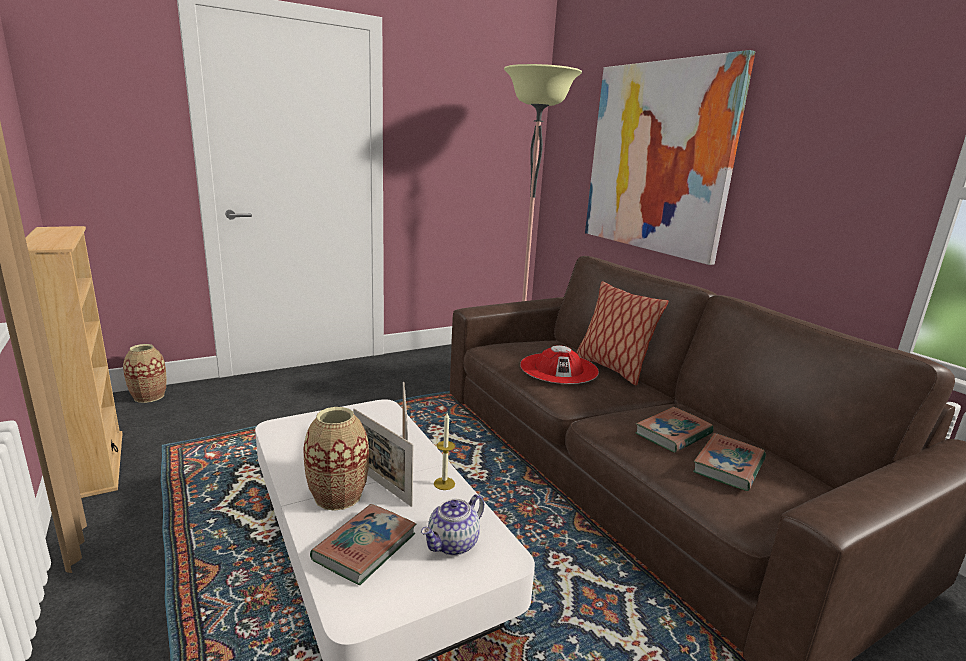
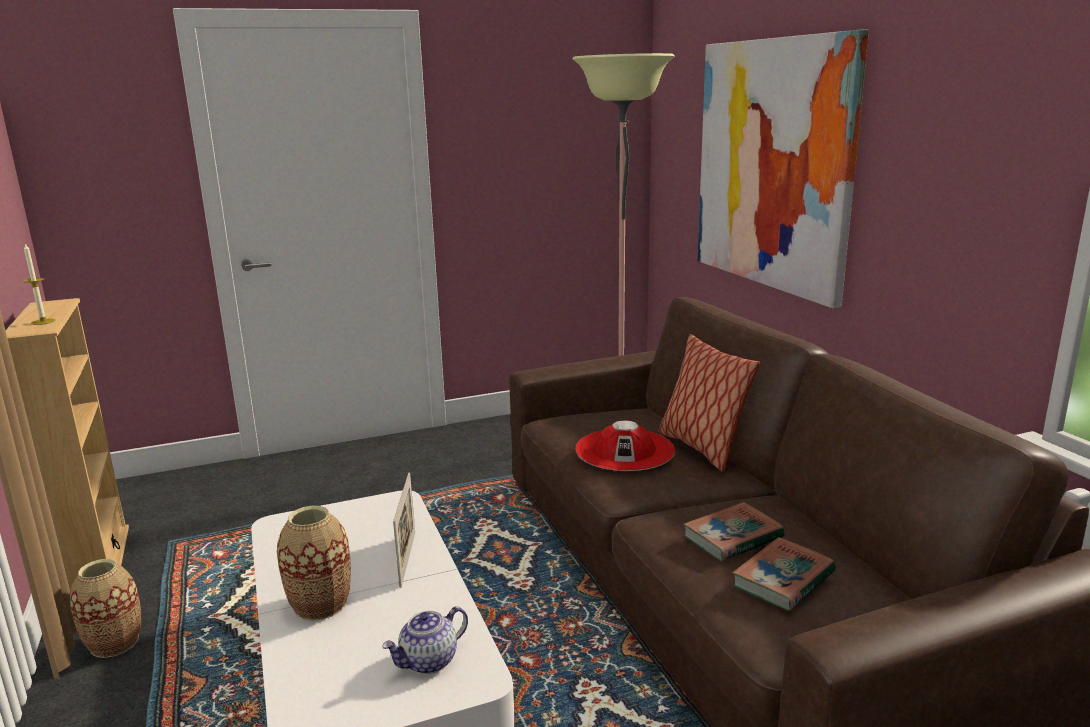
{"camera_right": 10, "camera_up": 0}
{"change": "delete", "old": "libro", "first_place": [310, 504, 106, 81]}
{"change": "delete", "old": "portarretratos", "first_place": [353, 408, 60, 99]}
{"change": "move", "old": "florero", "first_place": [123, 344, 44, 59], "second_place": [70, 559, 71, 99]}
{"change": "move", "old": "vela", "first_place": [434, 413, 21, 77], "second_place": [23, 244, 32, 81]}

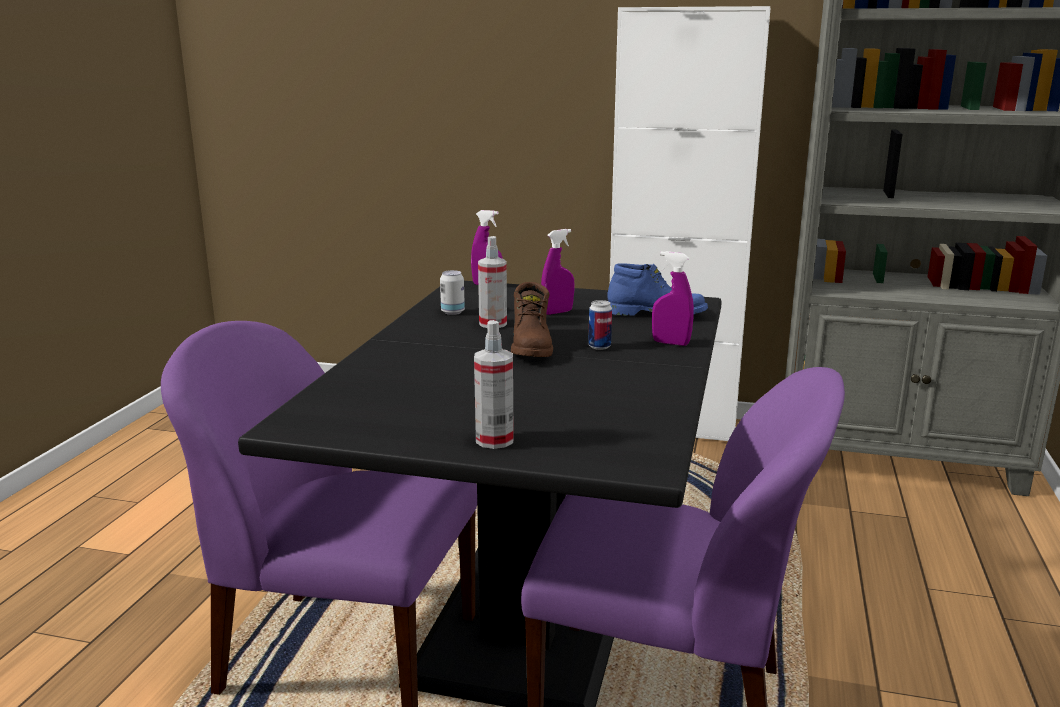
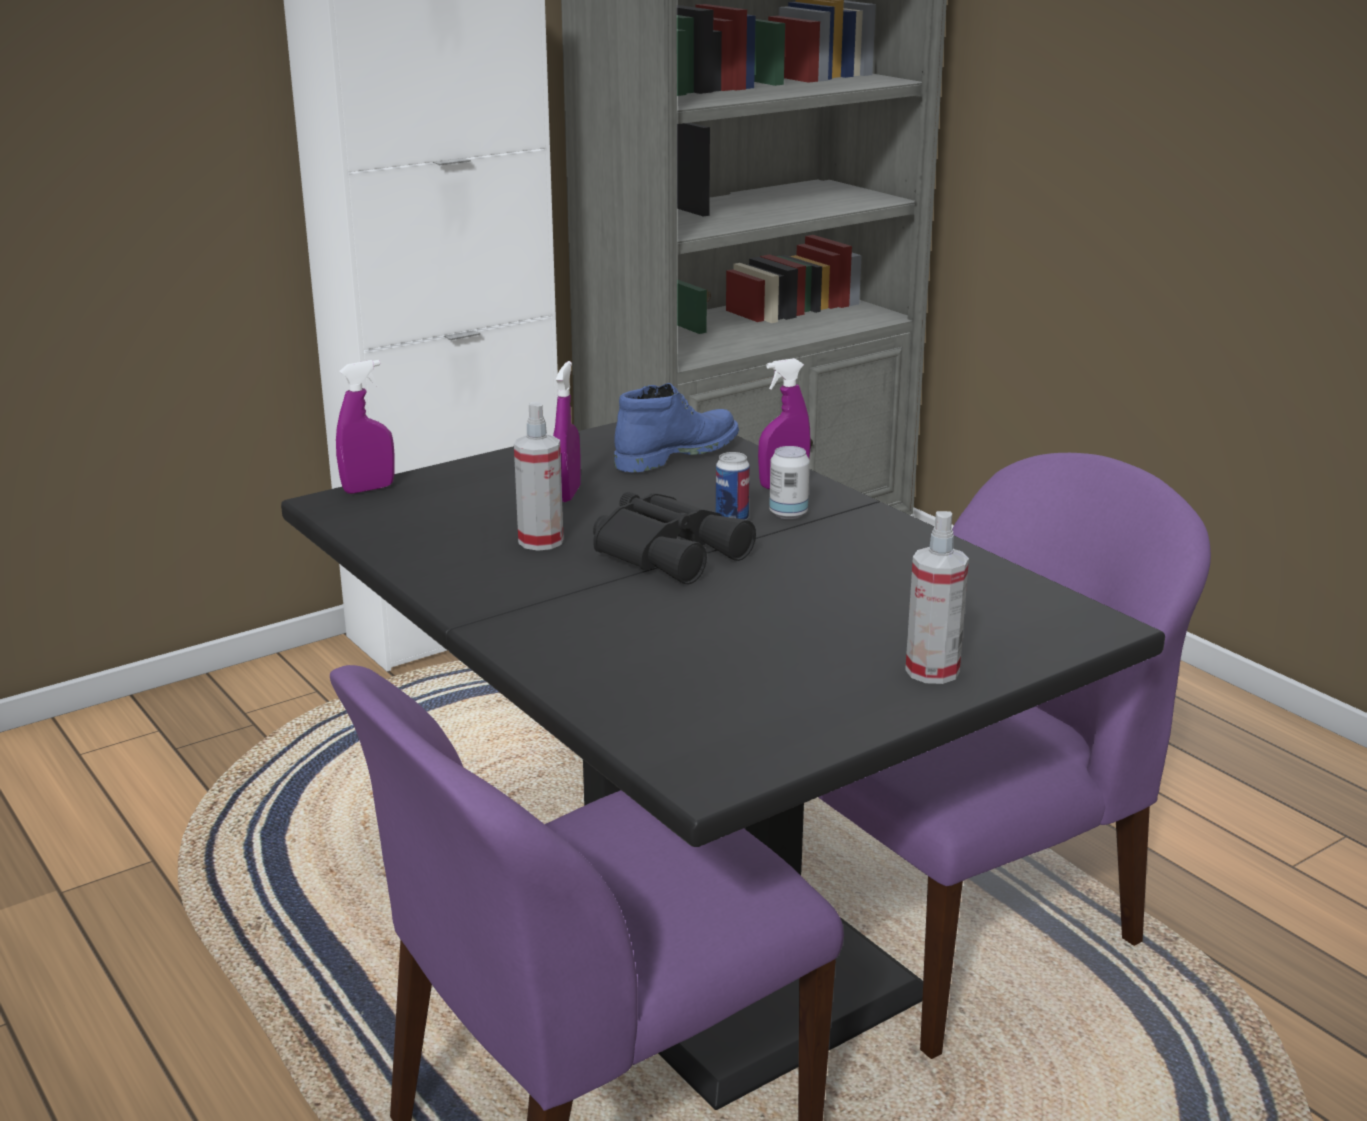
{"camera_right": -50, "camera_up": 5}
{"change": "move", "old": "lata", "first_place": [440, 270, 25, 45], "second_place": [769, 446, 41, 73]}
{"change": "replace", "old": "bota/marrón", "new": "prismáticos/negro", "first_place": [511, 282, 42, 75], "second_place": [593, 492, 163, 92]}

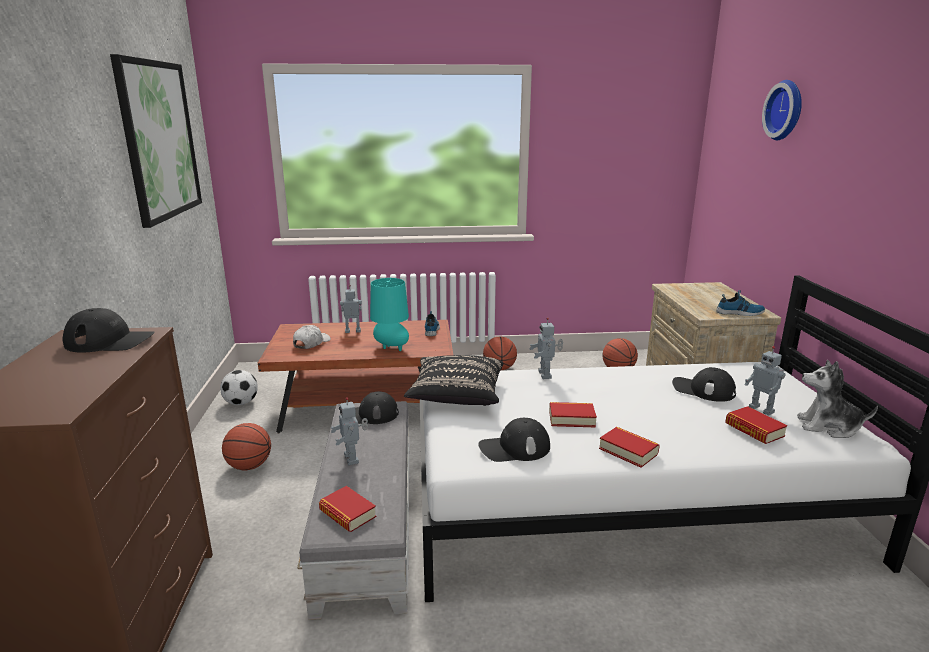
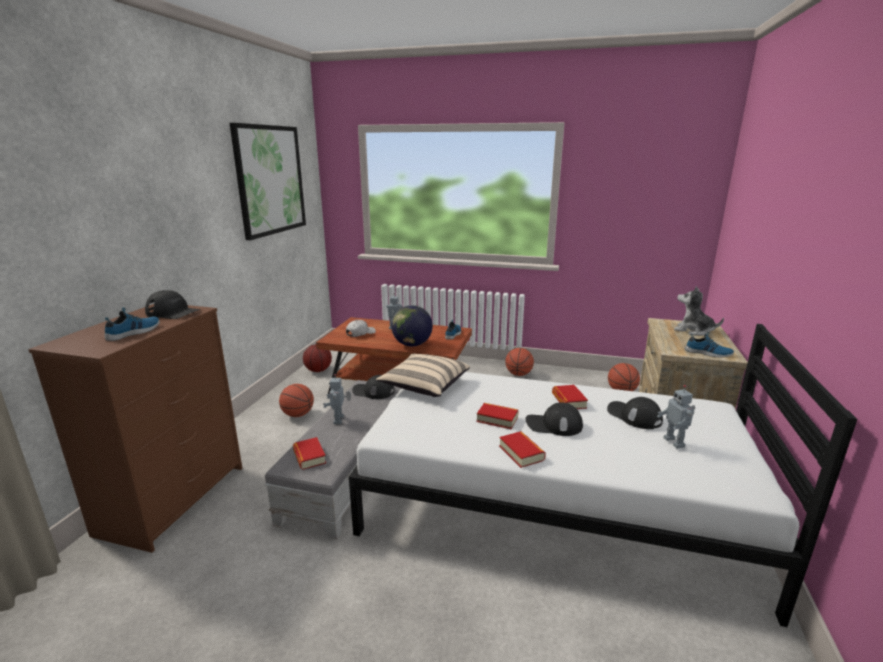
{"camera_right": 20, "camera_up": 0}
{"change": "delete", "old": "robot de juguete", "first_place": [530, 317, 33, 62]}
{"change": "delete", "old": "reloj de pared", "first_place": [762, 80, 40, 60]}
{"change": "insert", "new": "zapato", "second_place": [105, 307, 55, 34]}
{"change": "move", "old": "gorra/negro", "first_place": [478, 418, 72, 44], "second_place": [526, 402, 57, 34]}
{"change": "move", "old": "libro", "first_place": [725, 406, 62, 38], "second_place": [552, 385, 36, 24]}
{"change": "move", "old": "peluche", "first_place": [797, 360, 81, 78], "second_place": [674, 286, 50, 50]}
{"change": "replace", "old": "balón de fútbol", "new": "balón de baloncesto", "first_place": [220, 370, 38, 35], "second_place": [303, 344, 29, 28]}
{"change": "replace", "old": "lámpara de mesa/turquesa", "new": "globo terráqueo", "first_place": [370, 278, 39, 73], "second_place": [391, 305, 42, 41]}
{"change": "recolor", "old": "cojín/negro", "new": "cojín/beis", "first_place": [404, 355, 99, 51], "second_place": [376, 354, 94, 43]}

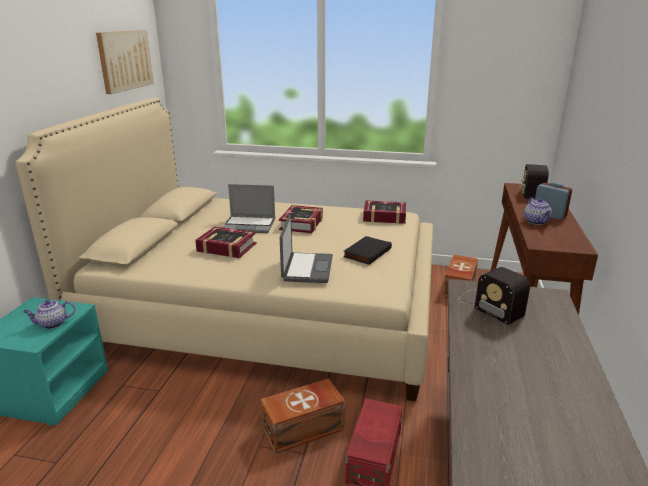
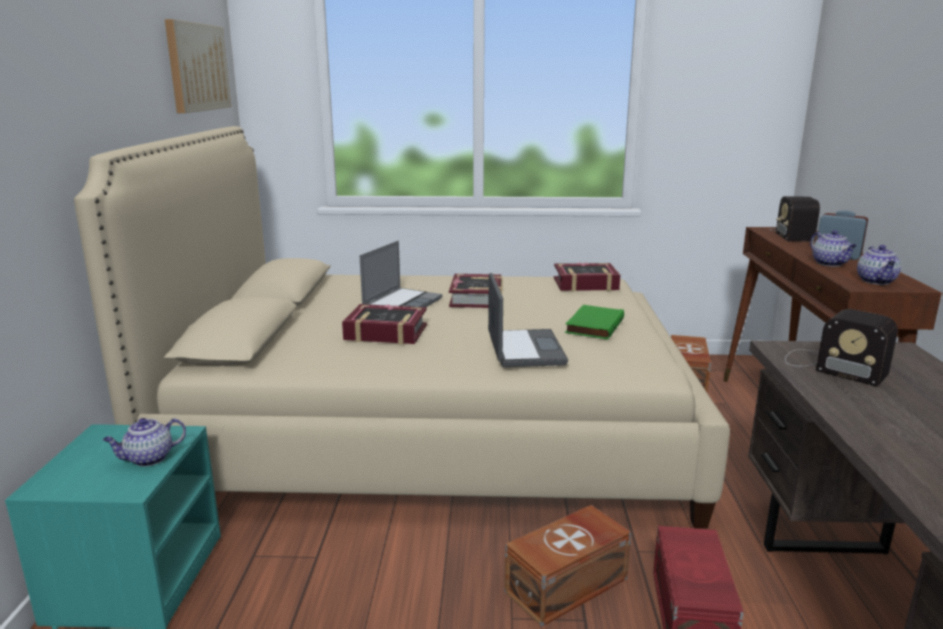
{"camera_right": -10, "camera_up": -5}
{"change": "insert", "new": "tetera", "second_place": [857, 245, 44, 40]}
{"change": "recolor", "old": "libro/negro", "new": "libro/verde", "first_place": [343, 236, 49, 29], "second_place": [565, 305, 59, 35]}
{"change": "rotate", "old": "portátil", "first_place": [222, 184, 53, 49], "second_place": [359, 240, 83, 67], "degrees": -60}

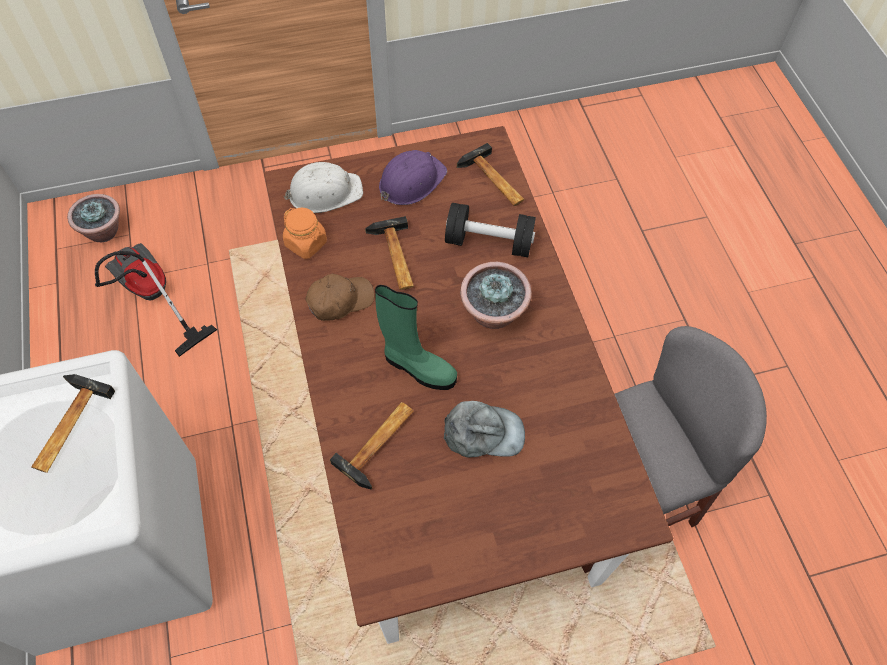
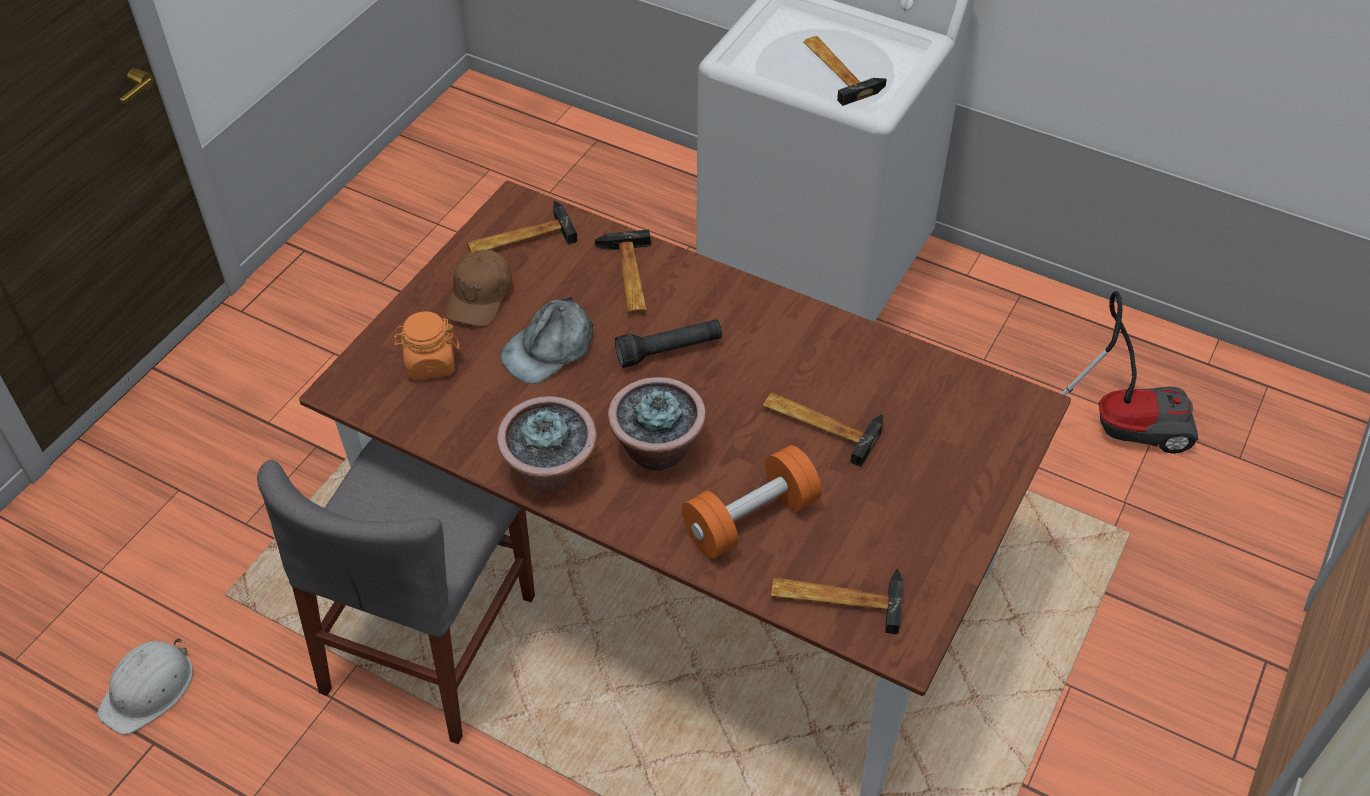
{"camera_right": 135, "camera_up": -10}
{"change": "delete", "old": "casco/morado", "first_place": [379, 150, 68, 55]}
{"change": "insert", "new": "martillo", "second_place": [467, 201, 111, 51]}
{"change": "move", "old": "planta en maceta", "first_place": [67, 194, 53, 48], "second_place": [497, 396, 100, 95]}
{"change": "move", "old": "tarro/naranja", "first_place": [283, 208, 44, 51], "second_place": [393, 311, 66, 69]}
{"change": "move", "old": "casco/blanco", "first_place": [284, 162, 79, 51], "second_place": [97, 638, 96, 97]}
{"change": "move", "old": "gorra/marrón", "first_place": [305, 274, 69, 47], "second_place": [445, 250, 67, 77]}
{"change": "replace", "old": "bota/verde", "new": "linterna/negro", "first_place": [375, 285, 82, 105], "second_place": [615, 319, 107, 49]}
{"change": "recolor", "old": "mancuerna/negro", "new": "mancuerna/naranja", "first_place": [445, 203, 91, 54], "second_place": [682, 445, 140, 114]}

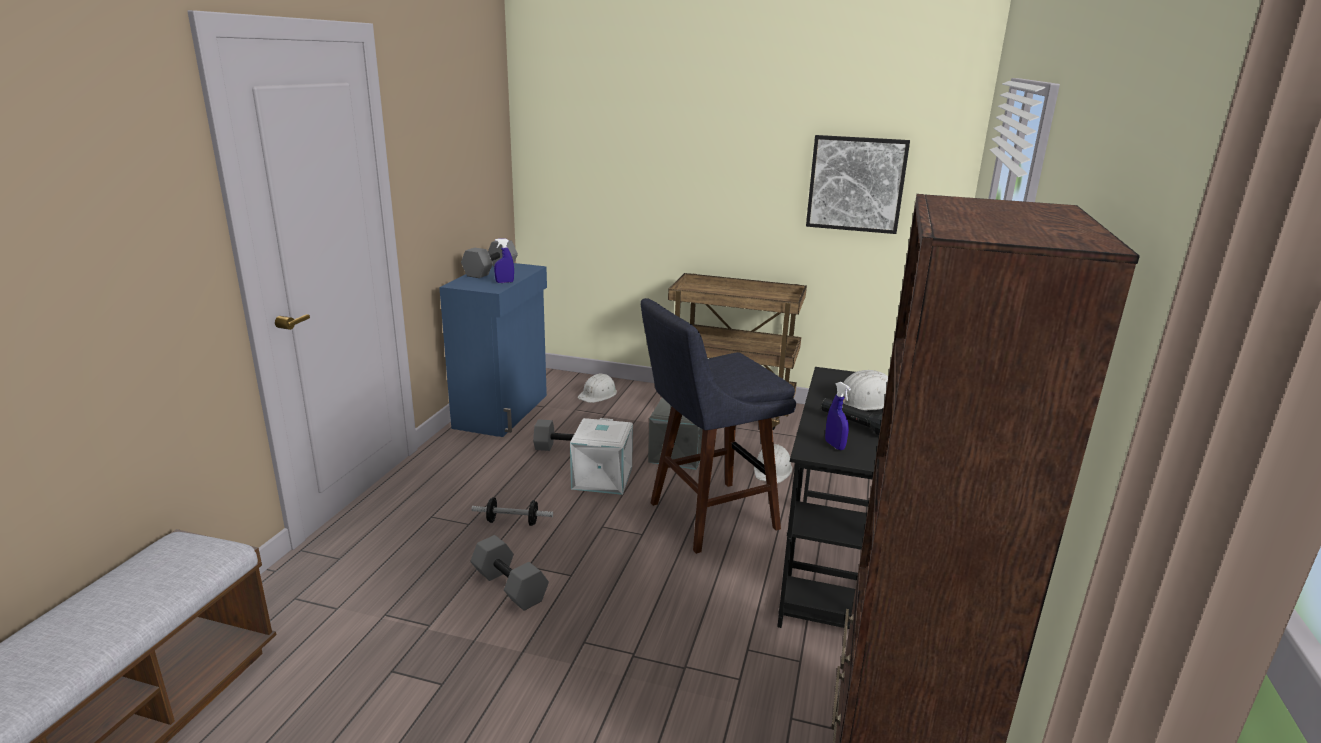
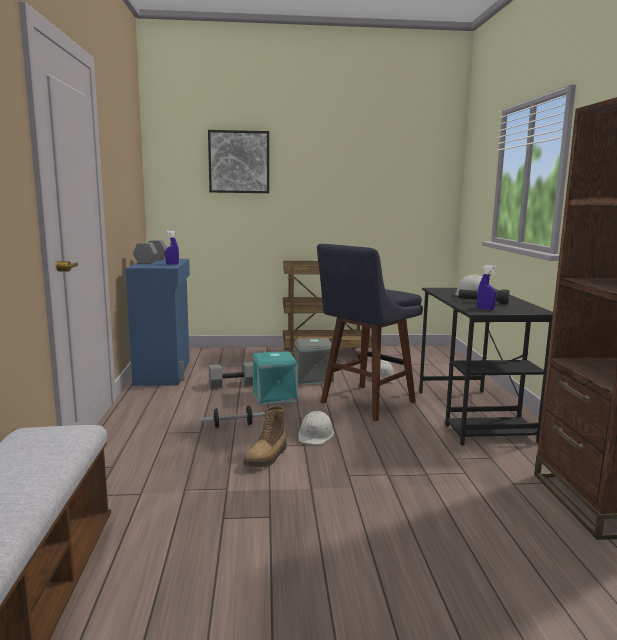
{"camera_right": -20, "camera_up": -10}
{"change": "move", "old": "casco/blanco", "first_place": [577, 373, 40, 30], "second_place": [298, 411, 36, 34]}
{"change": "move", "old": "cuadro", "first_place": [806, 135, 104, 99], "second_place": [208, 130, 61, 63]}
{"change": "replace", "old": "mancuerna/gris", "new": "bota", "first_place": [470, 535, 79, 76], "second_place": [243, 406, 44, 62]}
{"change": "recolor", "old": "caja de almacenaje/blanco", "new": "caja de almacenaje/turquesa", "first_place": [570, 418, 63, 77], "second_place": [253, 351, 45, 53]}

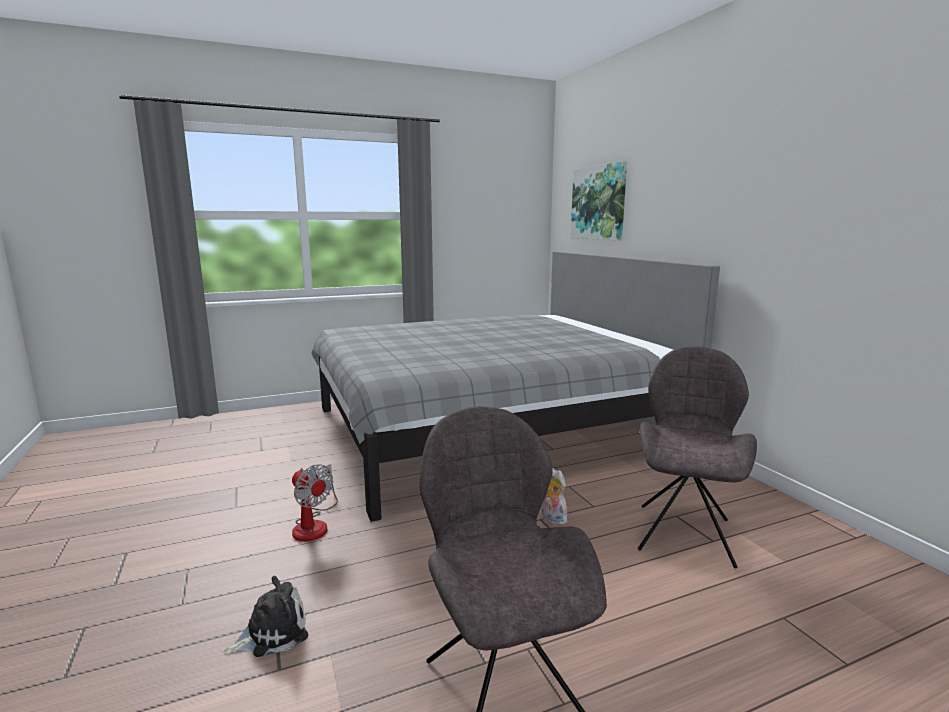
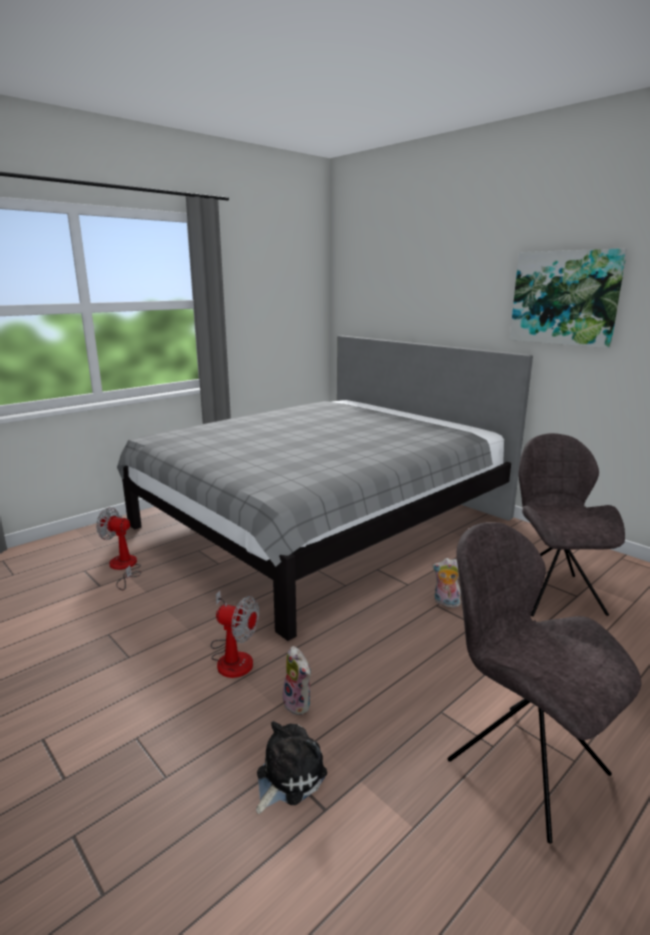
{"camera_right": -20, "camera_up": 5}
{"change": "insert", "new": "ventilador", "second_place": [96, 507, 45, 83]}
{"change": "insert", "new": "peluche", "second_place": [283, 646, 28, 69]}
{"change": "move", "old": "cuadro", "first_place": [571, 161, 56, 79], "second_place": [510, 248, 117, 100]}

